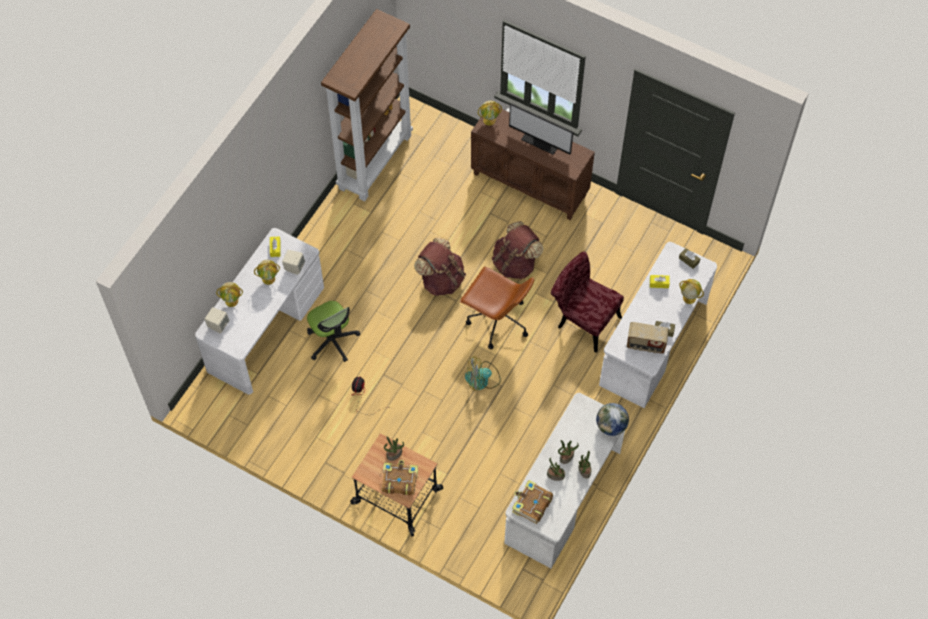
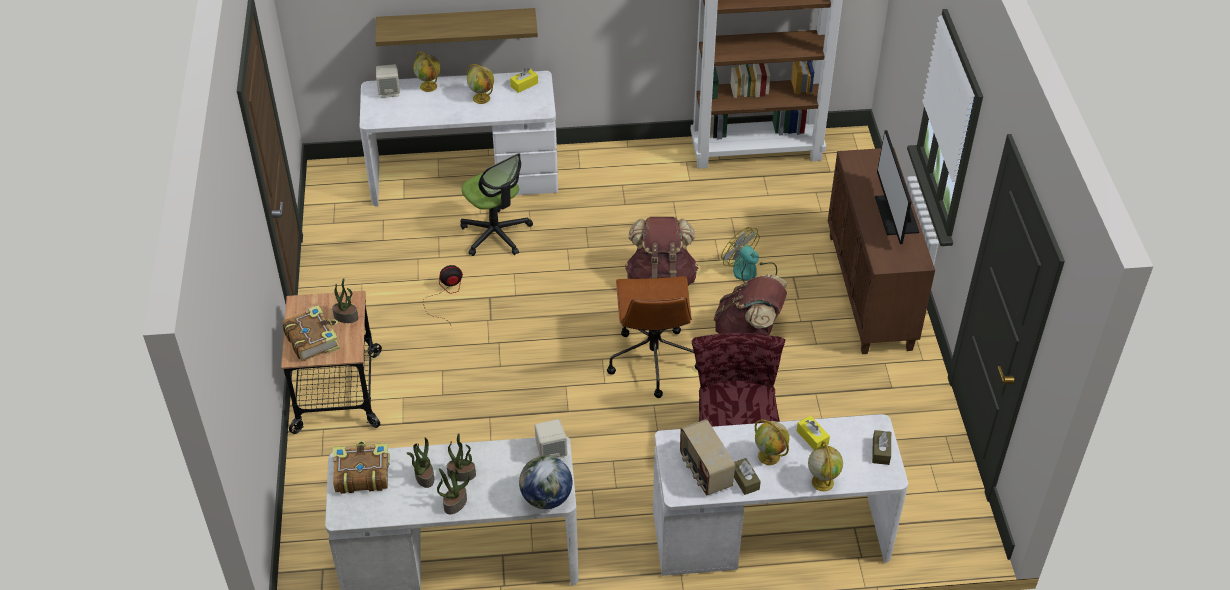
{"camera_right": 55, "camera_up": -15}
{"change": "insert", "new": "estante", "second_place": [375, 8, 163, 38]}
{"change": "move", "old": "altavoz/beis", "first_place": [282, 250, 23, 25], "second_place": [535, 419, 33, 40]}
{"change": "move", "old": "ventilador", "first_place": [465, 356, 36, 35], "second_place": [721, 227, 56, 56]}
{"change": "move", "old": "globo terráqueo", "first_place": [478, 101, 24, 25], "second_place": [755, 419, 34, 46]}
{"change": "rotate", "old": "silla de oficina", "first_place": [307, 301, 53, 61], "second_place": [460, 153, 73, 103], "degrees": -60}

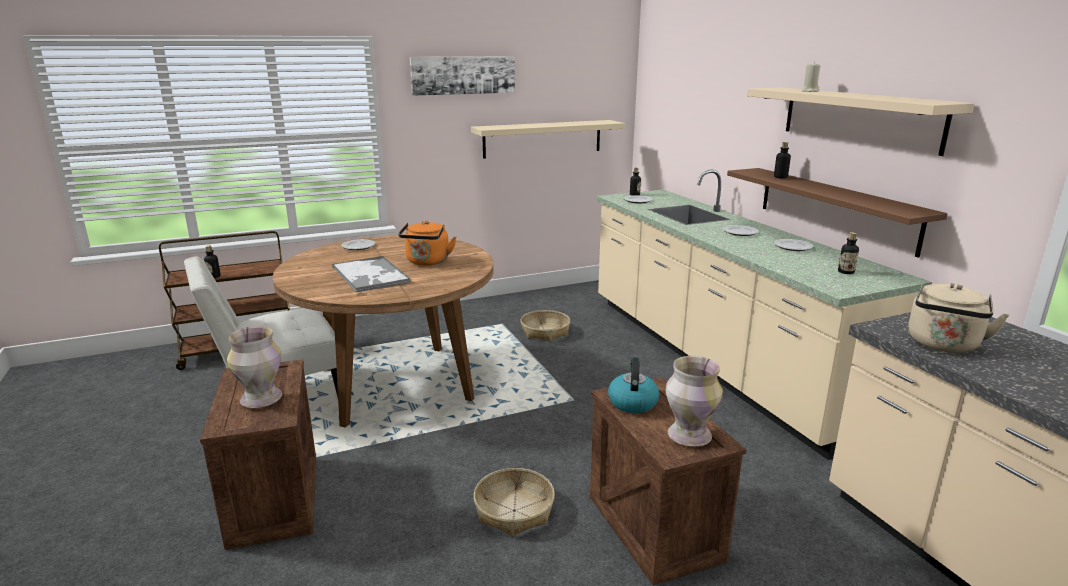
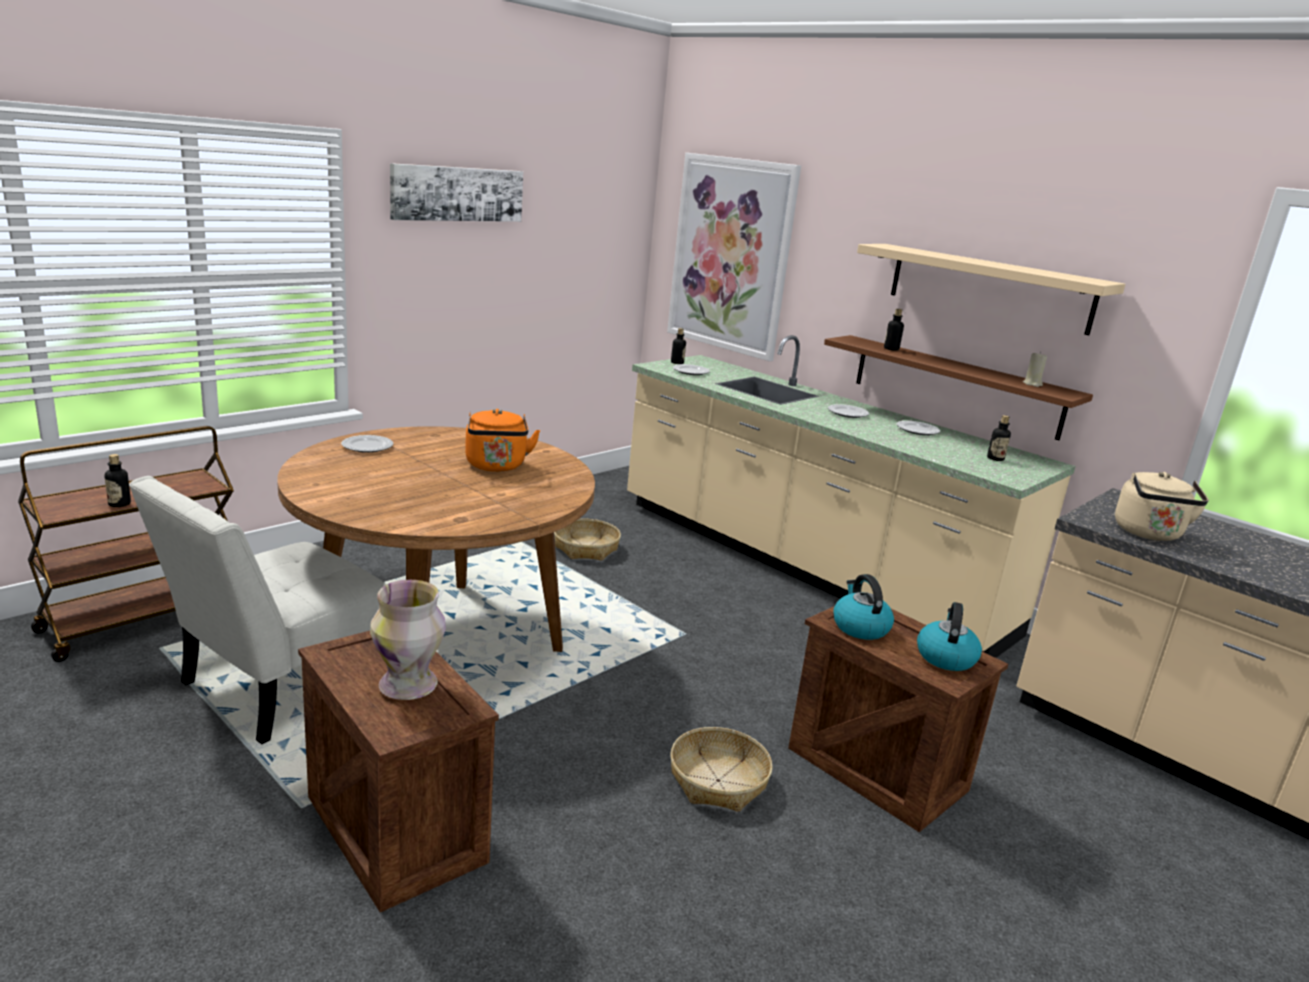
{"camera_right": -25, "camera_up": 0}
{"change": "delete", "old": "bandeja", "first_place": [332, 256, 79, 36]}
{"change": "delete", "old": "estante/beis", "first_place": [471, 120, 154, 39]}
{"change": "insert", "new": "cuadro", "second_place": [667, 153, 134, 208]}
{"change": "move", "old": "vela/beis", "first_place": [802, 62, 19, 30], "second_place": [1023, 351, 24, 36]}
{"change": "replace", "old": "florero", "new": "hervidor", "first_place": [666, 356, 57, 90], "second_place": [917, 602, 65, 69]}

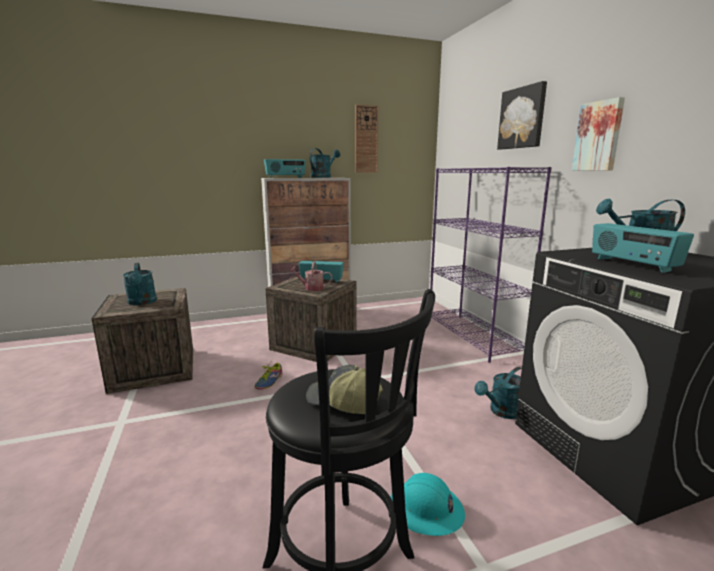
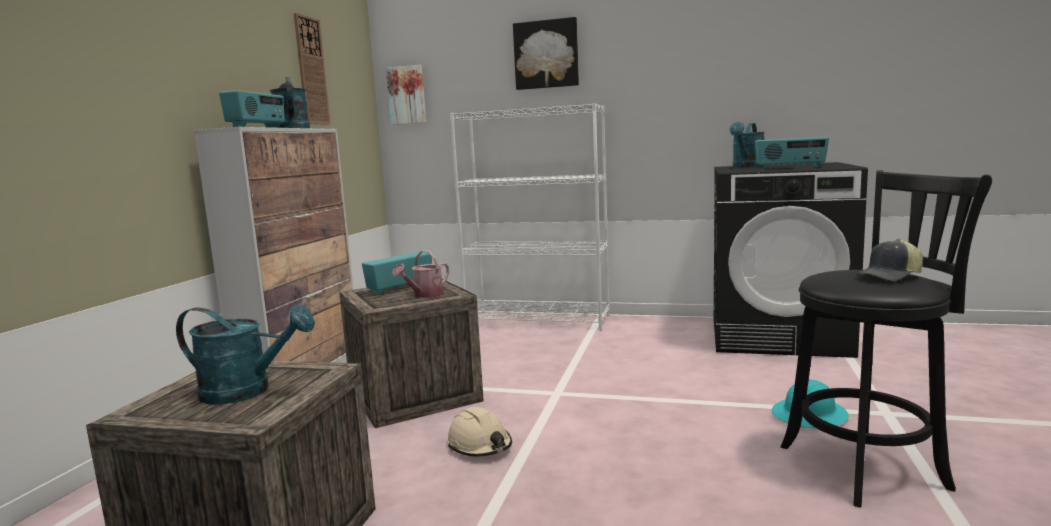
{"camera_right": -55, "camera_up": -5}
{"change": "delete", "old": "regadera/turquesa", "first_place": [475, 367, 47, 52]}
{"change": "move", "old": "cuadro", "first_place": [572, 97, 53, 74], "second_place": [386, 65, 40, 60]}
{"change": "replace", "old": "zapato", "new": "casco/beis", "first_place": [254, 362, 28, 27], "second_place": [447, 407, 65, 50]}
{"change": "recolor", "old": "estantería/morado", "new": "estantería/blanco", "first_place": [430, 167, 122, 196], "second_place": [450, 103, 160, 228]}

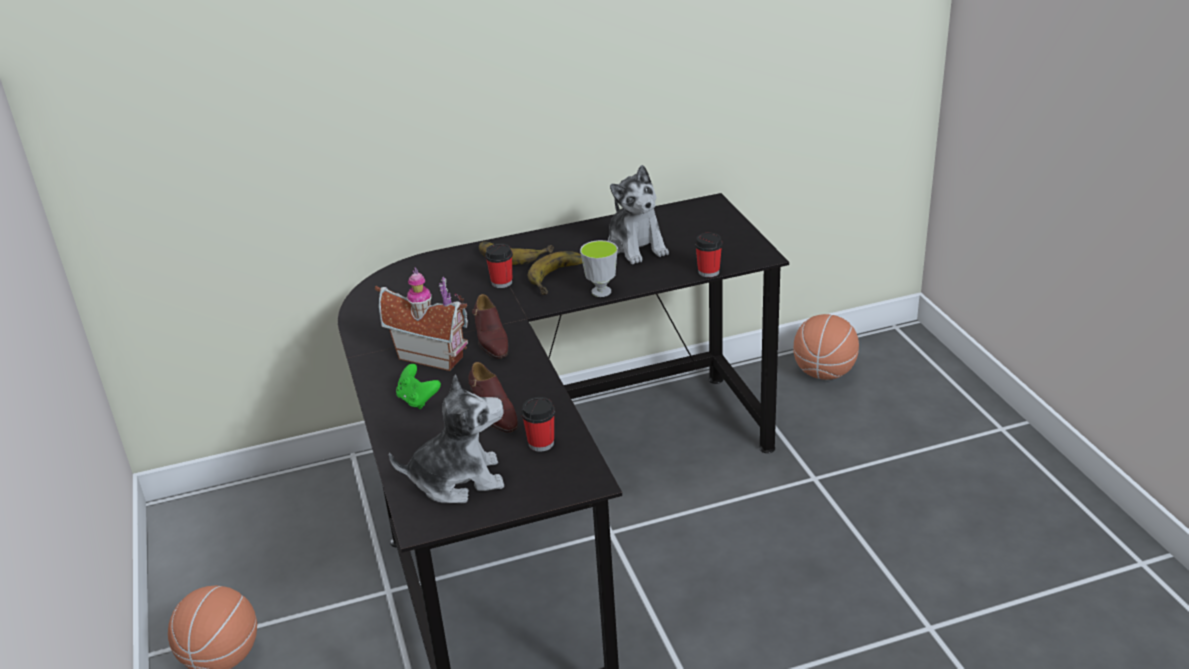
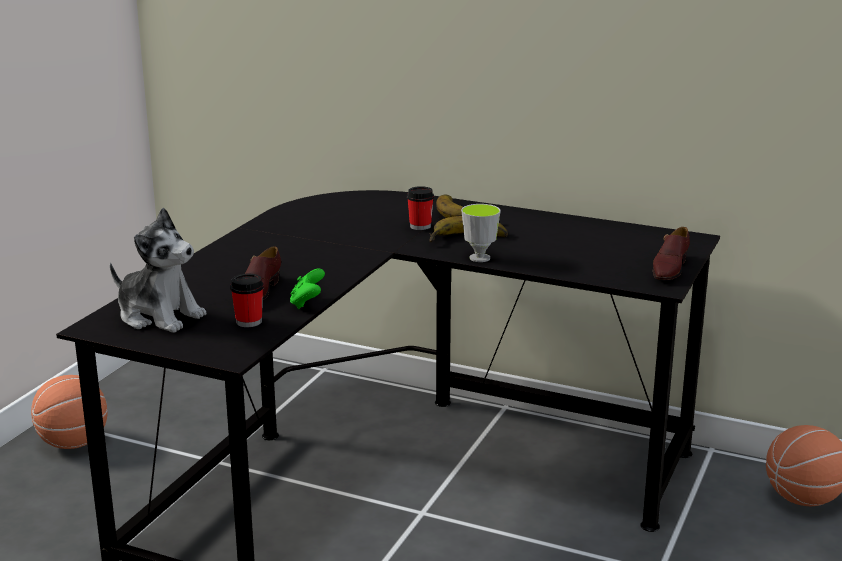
{"camera_right": 40, "camera_up": -10}
{"change": "delete", "old": "casita", "first_place": [375, 268, 93, 103]}
{"change": "delete", "old": "peluche", "first_place": [608, 165, 61, 99]}
{"change": "delete", "old": "taza", "first_place": [695, 232, 28, 45]}
{"change": "move", "old": "mando de consola/verde", "first_place": [396, 364, 45, 45], "second_place": [290, 268, 35, 41]}
{"change": "move", "old": "zapato/marrón", "first_place": [472, 294, 37, 65], "second_place": [653, 227, 37, 53]}

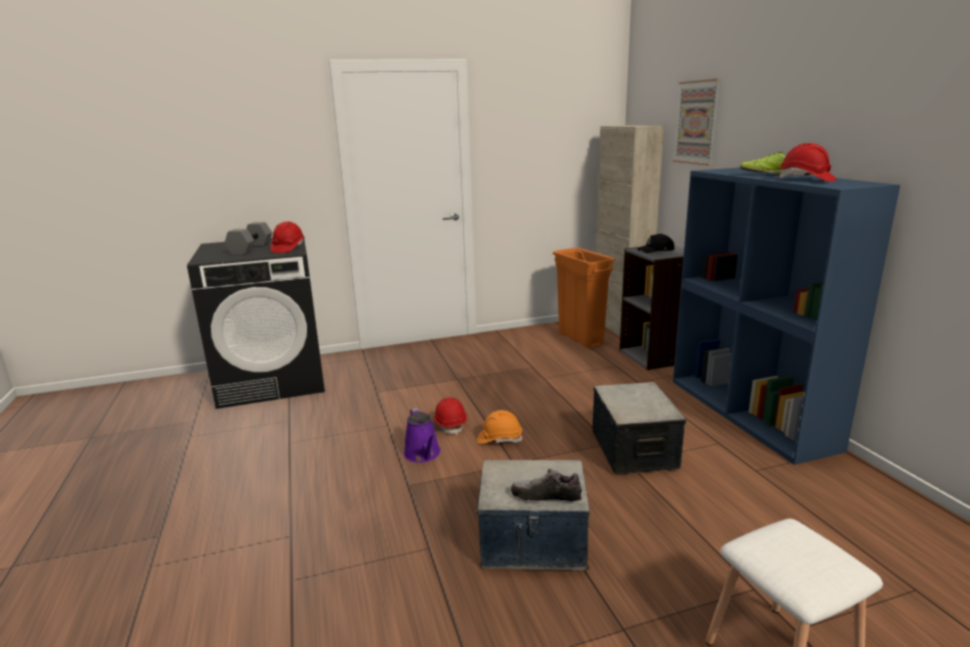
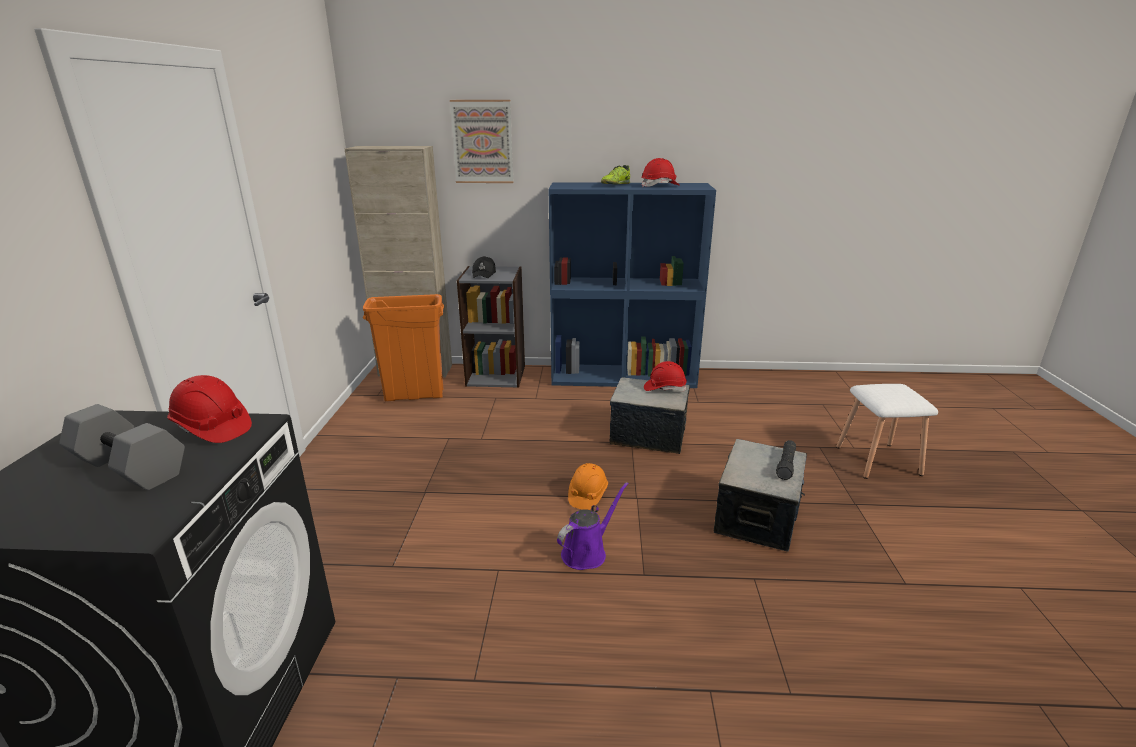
{"camera_right": -70, "camera_up": 5}
{"change": "move", "old": "casco/rojo", "first_place": [433, 397, 34, 38], "second_place": [644, 361, 43, 30]}
{"change": "replace", "old": "zapato", "new": "linterna/negro", "first_place": [511, 469, 71, 32], "second_place": [776, 440, 20, 40]}
{"change": "rotate", "old": "regadera/morado", "first_place": [403, 408, 38, 55], "second_place": [557, 482, 72, 88], "degrees": -45}

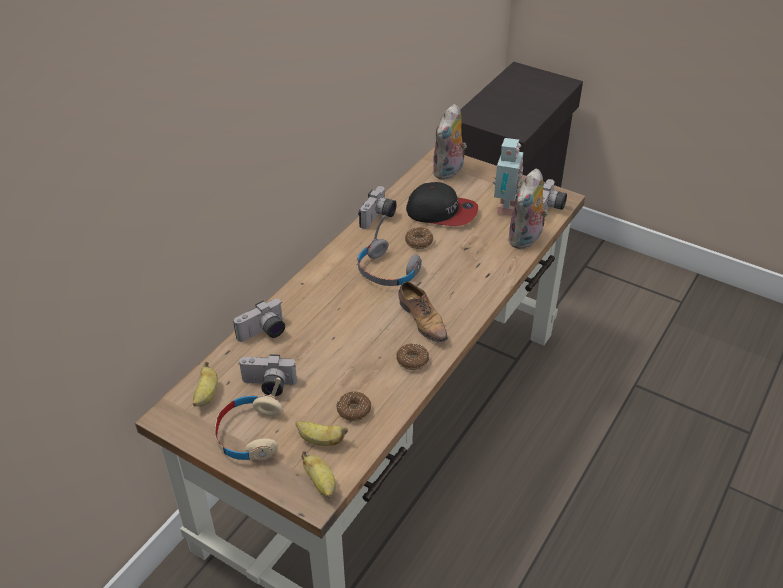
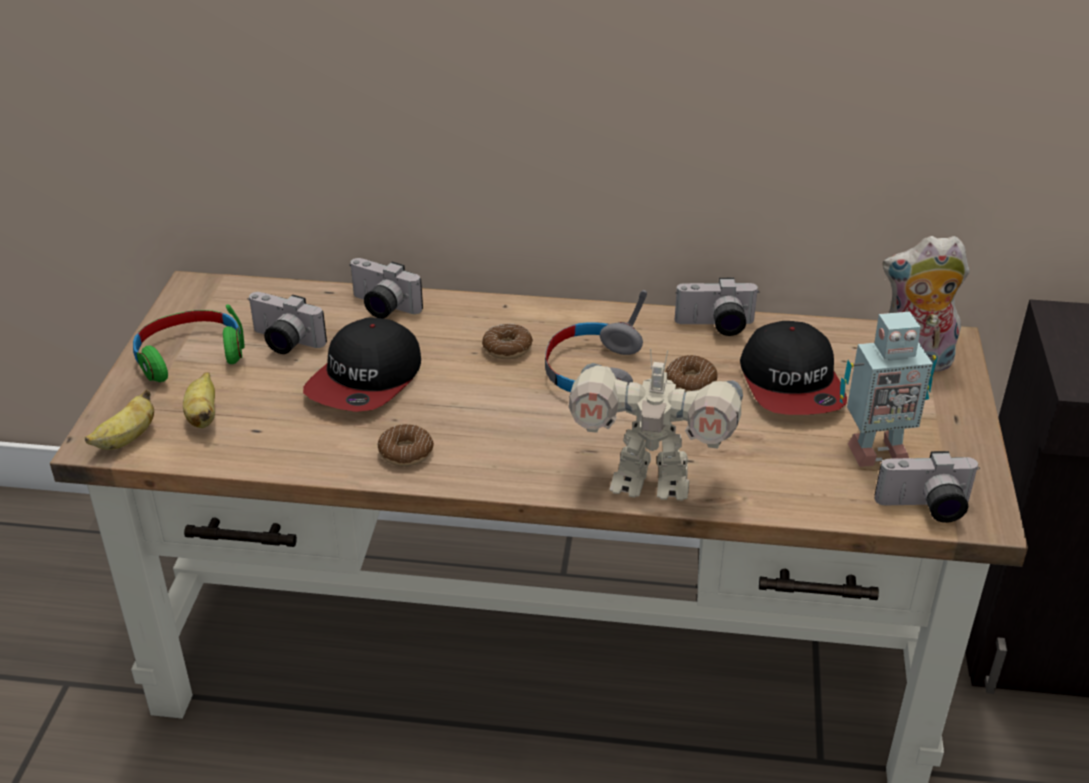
{"camera_right": 65, "camera_up": -5}
{"change": "delete", "old": "plátano", "first_place": [193, 362, 25, 44]}
{"change": "delete", "old": "zapato", "first_place": [398, 282, 50, 61]}
{"change": "delete", "old": "peluche", "first_place": [507, 168, 41, 81]}
{"change": "insert", "new": "gorra", "second_place": [303, 318, 118, 94]}
{"change": "insert", "new": "robot de juguete", "second_place": [569, 349, 174, 152]}
{"change": "move", "old": "rosquilla", "first_place": [336, 392, 35, 29], "second_place": [482, 324, 51, 35]}
{"change": "recolor", "old": "auriculares/beis", "new": "auriculares/verde", "first_place": [215, 378, 68, 82], "second_place": [133, 304, 112, 78]}
{"change": "rotate", "old": "cámara", "first_place": [238, 354, 59, 42], "second_place": [248, 292, 79, 62], "degrees": -45}

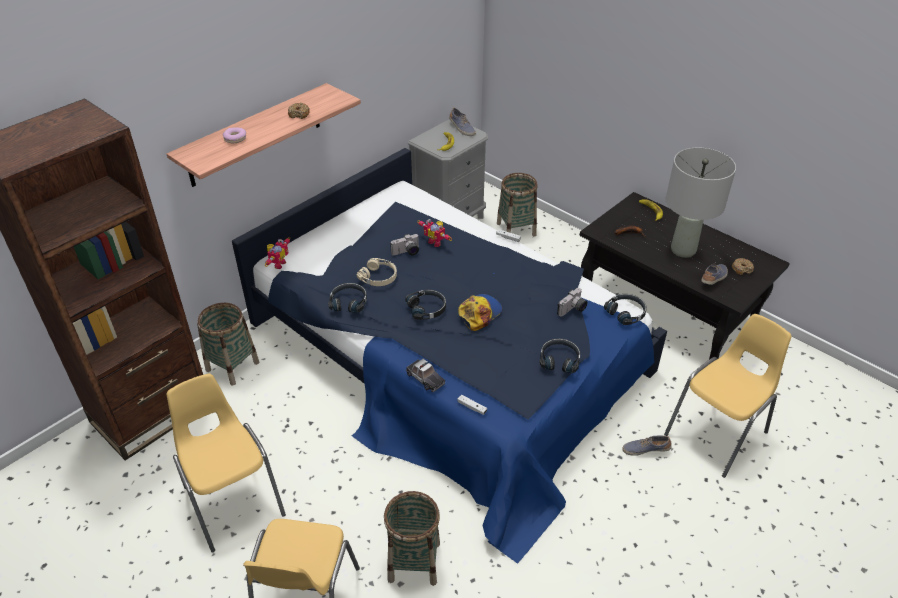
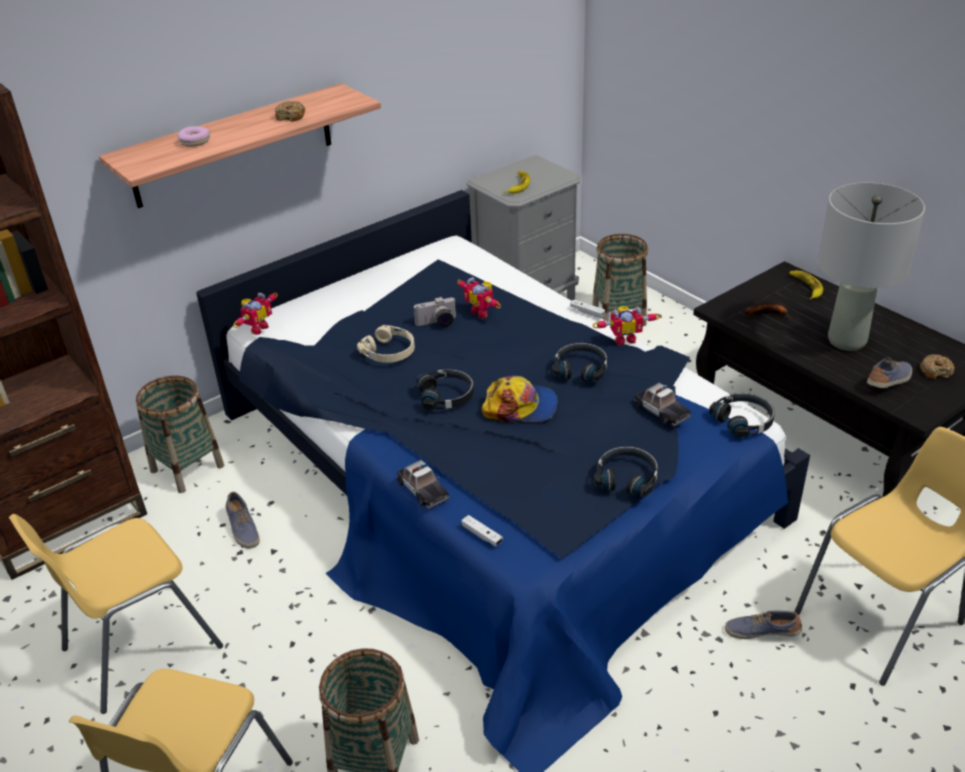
{"camera_right": 10, "camera_up": -5}
{"change": "insert", "new": "robot de juguete", "second_place": [592, 306, 69, 40]}
{"change": "move", "old": "auriculares/negro", "first_place": [328, 283, 39, 30], "second_place": [552, 343, 55, 39]}
{"change": "move", "old": "zapato", "first_place": [449, 108, 27, 28], "second_place": [226, 491, 34, 57]}
{"change": "replace", "old": "cámara", "new": "coche de juguete", "first_place": [557, 288, 31, 29], "second_place": [634, 383, 57, 44]}
{"change": "rotate", "old": "silla/amarillo", "first_place": [167, 374, 119, 179], "second_place": [9, 514, 214, 200], "degrees": -105}
{"change": "rotate", "old": "gorra", "first_place": [458, 294, 45, 37], "second_place": [481, 376, 77, 46], "degrees": 45}

